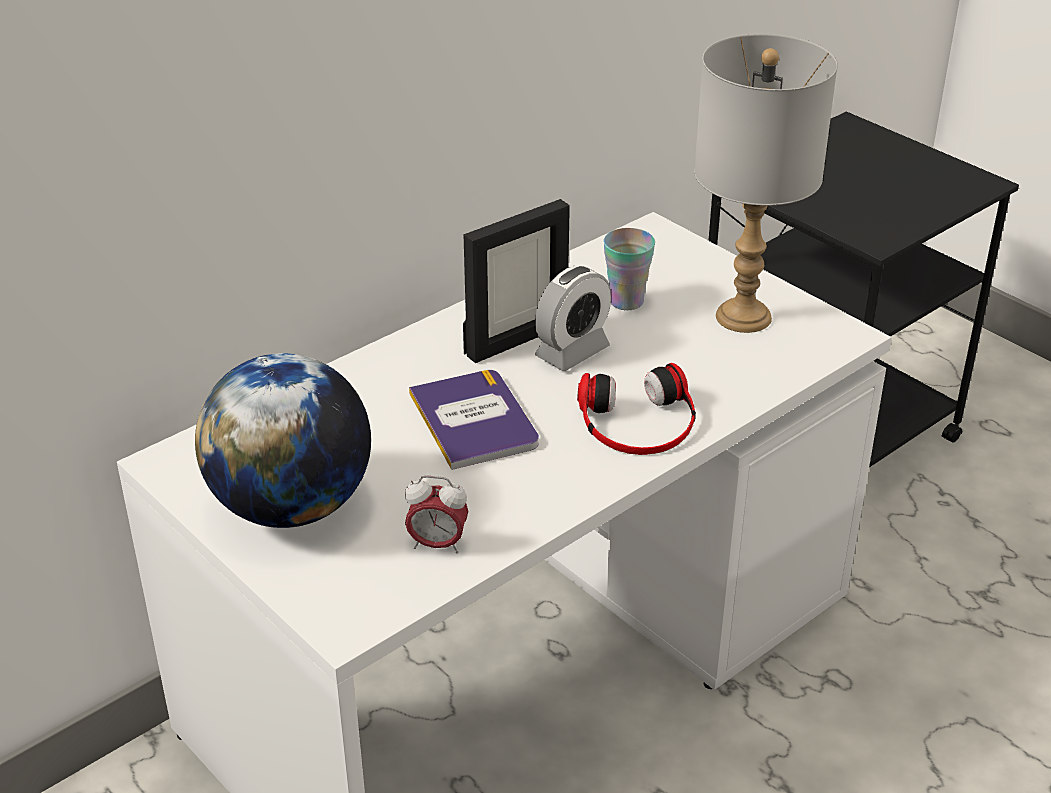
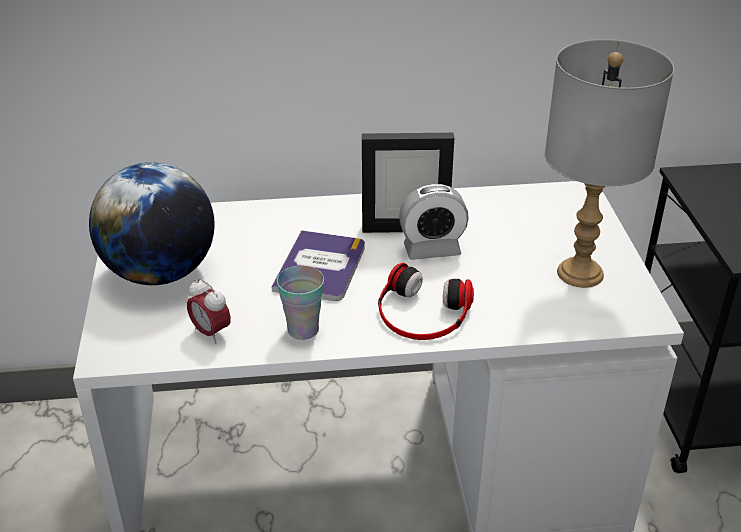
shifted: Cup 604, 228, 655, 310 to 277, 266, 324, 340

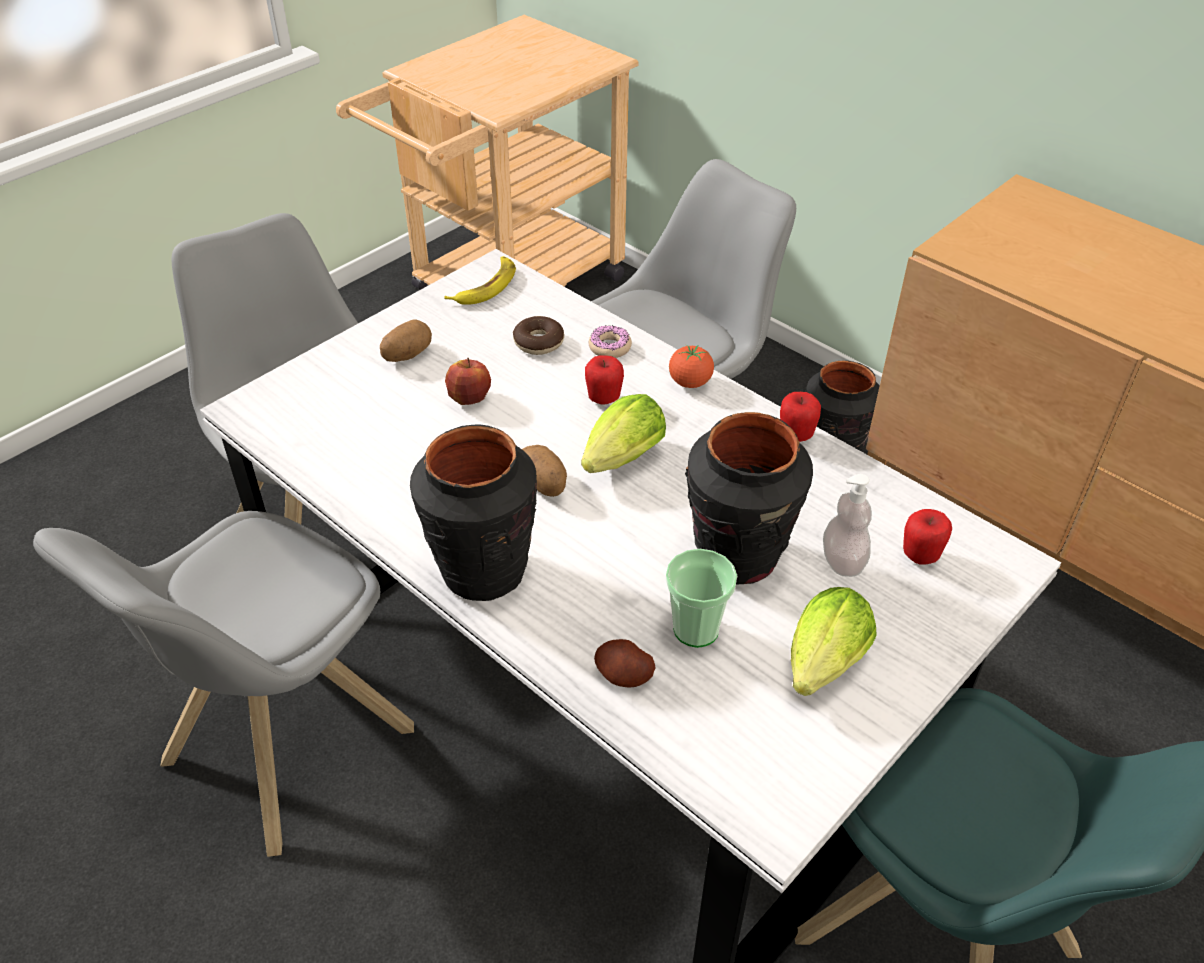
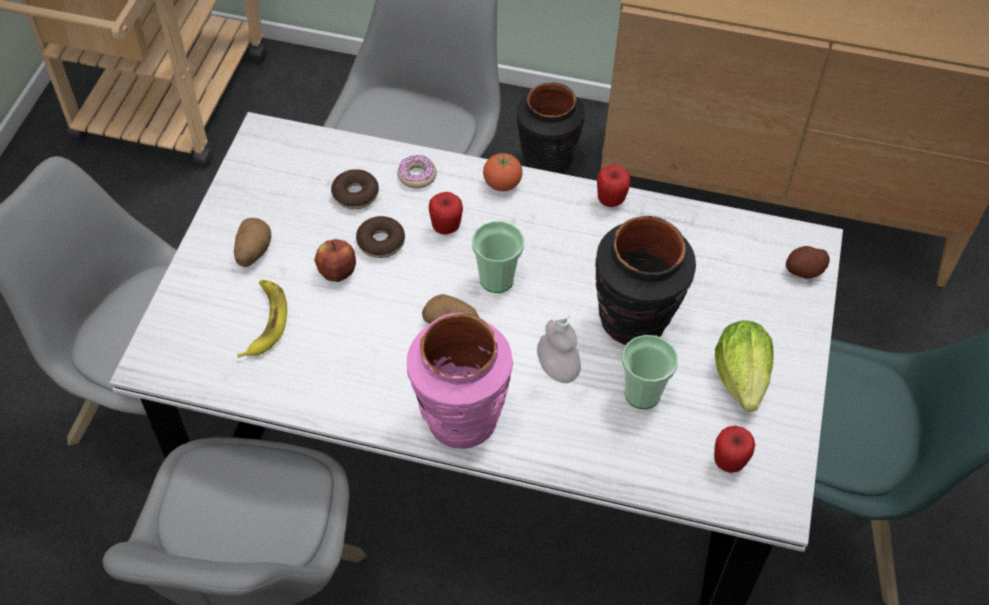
new: Donut 356, 216, 405, 258
shifted: Banana 444, 256, 516, 305 to 237, 280, 287, 358; Potato 594, 639, 656, 688 to 786, 246, 830, 279; SoapDispenser 823, 474, 872, 577 to 537, 309, 581, 383; Apple 903, 509, 952, 565 to 714, 426, 755, 473
swapped: Lettuce 581, 394, 666, 473 to Cup 472, 221, 524, 293
repainted: BlackVase 410, 424, 537, 601 to PinkVase 407, 313, 513, 449

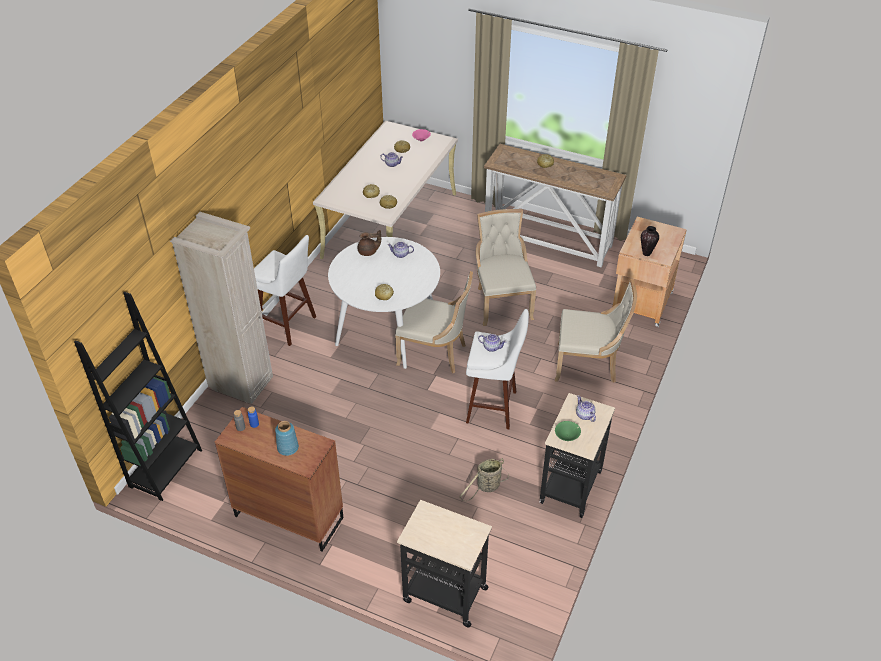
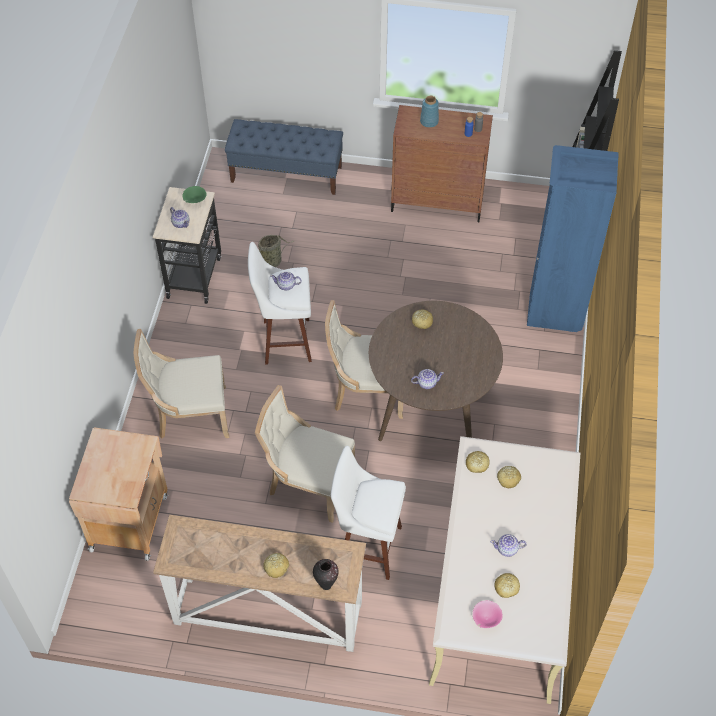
gone: BrownTeapot 358, 230, 381, 256
shifted: WhiteStool 254, 235, 316, 346 to 331, 446, 406, 580; Vase 641, 226, 659, 256 to 313, 559, 339, 590
swapped: Cart 397, 500, 492, 628 to BlueBench 225, 119, 343, 195
repainted: BeigeCabinet 170, 212, 273, 404 to BlueCabinet 527, 145, 619, 332; WhiteDiningTable 328, 237, 440, 369 to BrownDiningTable 369, 301, 503, 441
rotated: BeigeChair 476, 209, 536, 326 = 255, 385, 355, 523 135 degrees clockwise

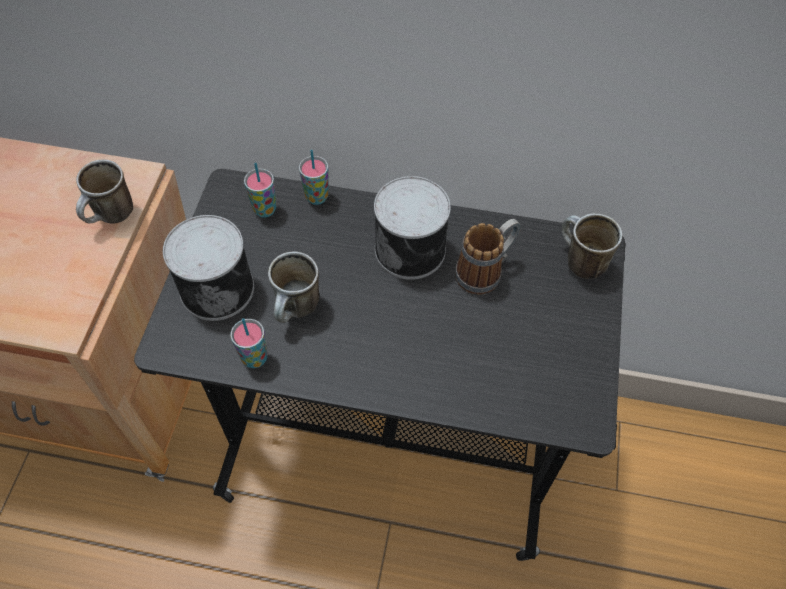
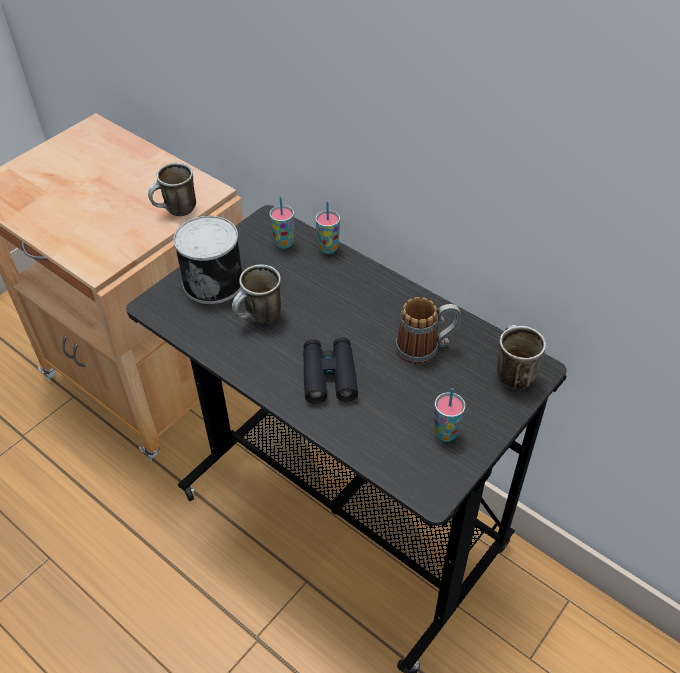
gone: Can 374, 176, 451, 280
new: BlackBinoculars 303, 337, 358, 404
shifted: Cup 230, 318, 268, 368 to 434, 388, 465, 442

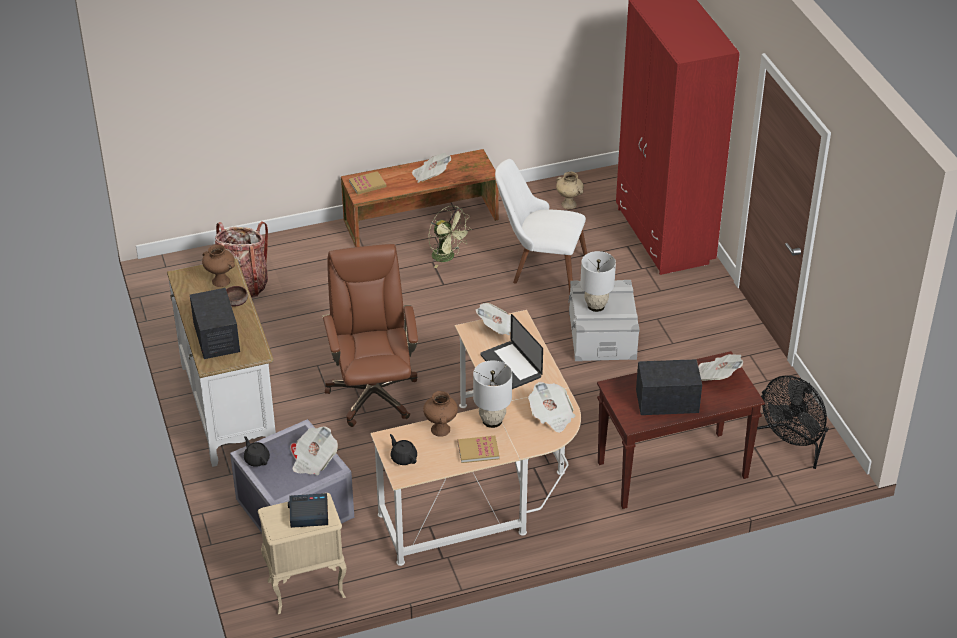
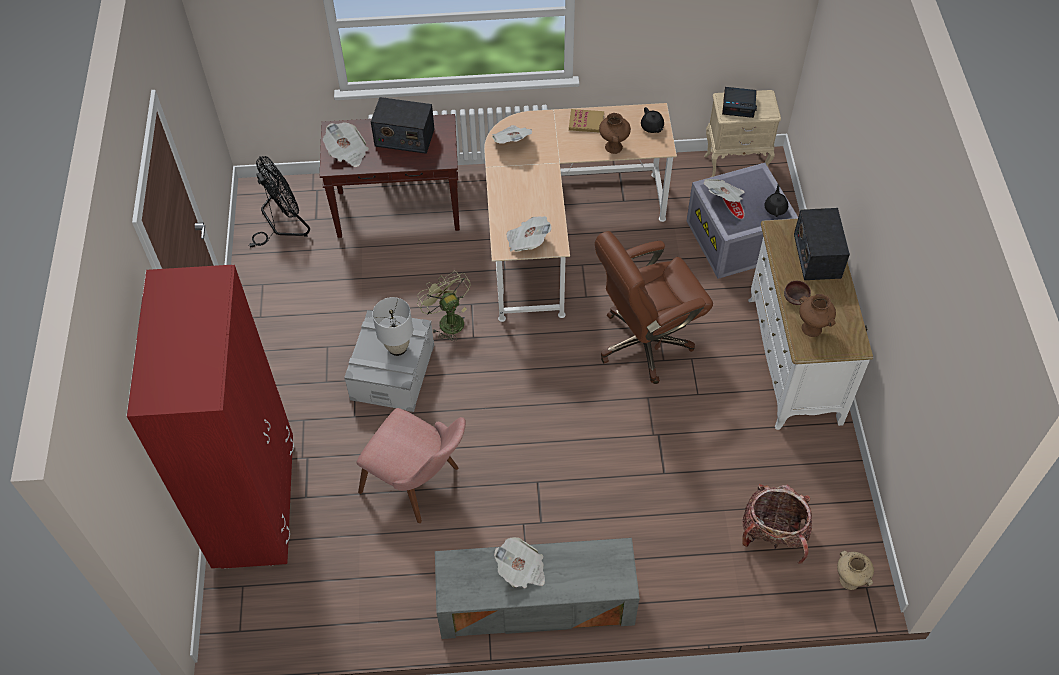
gone: Book 349, 171, 387, 195; WhiteTableLamp 473, 360, 512, 428; Laptop 480, 314, 543, 389
shifted: GreenFan 428, 206, 472, 268 to 417, 271, 471, 341; BeigeVase 556, 172, 584, 209 to 837, 551, 874, 590
repainted: BrownBench 341, 149, 499, 247 to GreyBench 435, 538, 640, 639; WhiteChair 495, 159, 587, 293 to PinkChair 357, 408, 466, 523
rotated: BlackTeapot 244, 436, 270, 467 = 765, 184, 788, 217 150 degrees counterclockwise; BrownOfficeChair 322, 244, 418, 427 = 595, 231, 713, 384 60 degrees clockwise

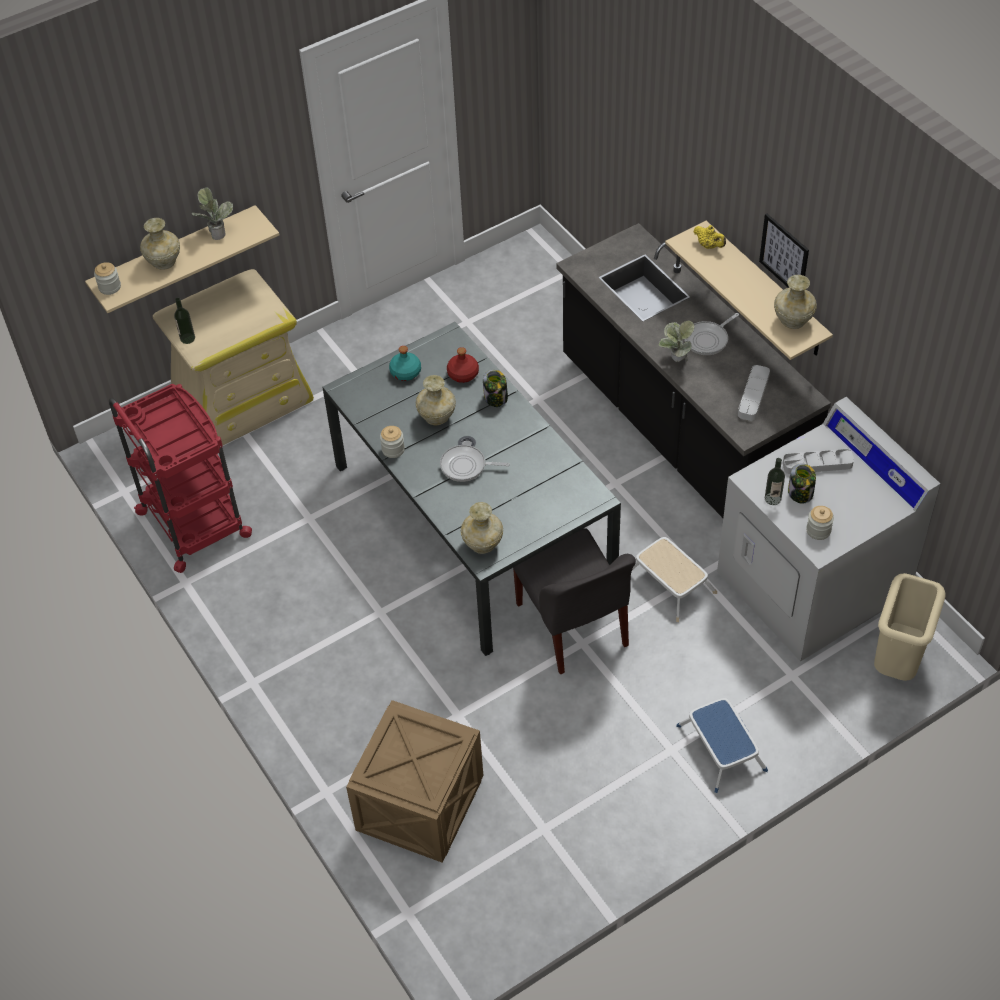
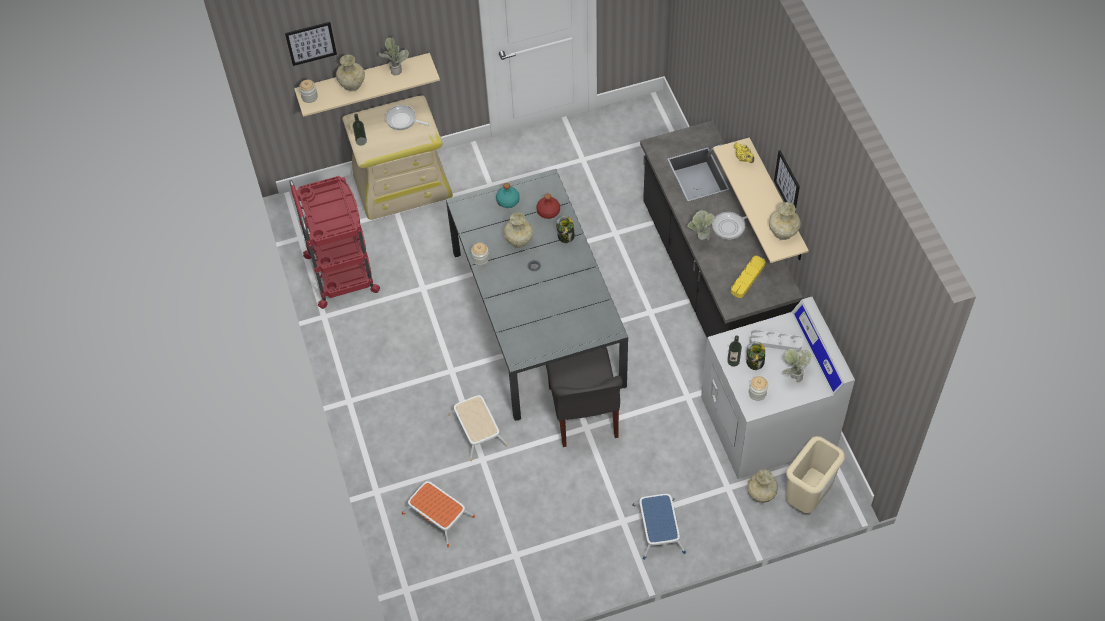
new: Picture 285, 22, 337, 66; PottedPlant 783, 349, 812, 382
shifted: FryingPan 440, 445, 510, 482 to 385, 105, 430, 130; BeigeVase 461, 502, 503, 554 to 747, 469, 778, 503; BeigeStepLadder 632, 537, 717, 622 to 448, 395, 508, 461
swapped: Crate 346, 700, 484, 863 to OrangeStepLadder 402, 481, 475, 547
repainted: GreyTray 738, 365, 770, 421 to YellowTray 731, 256, 766, 298

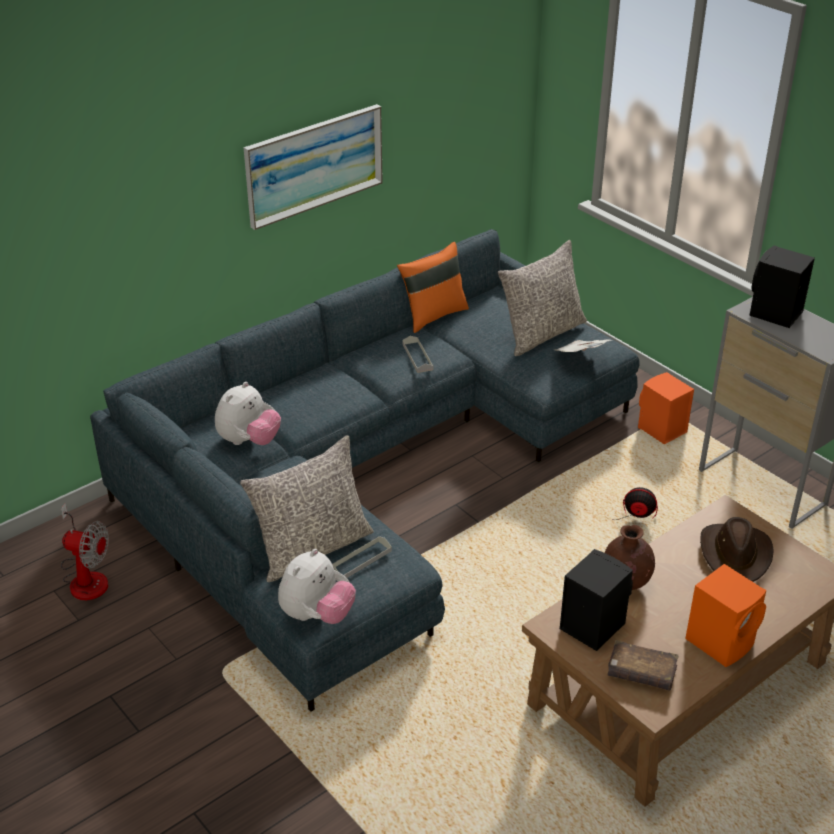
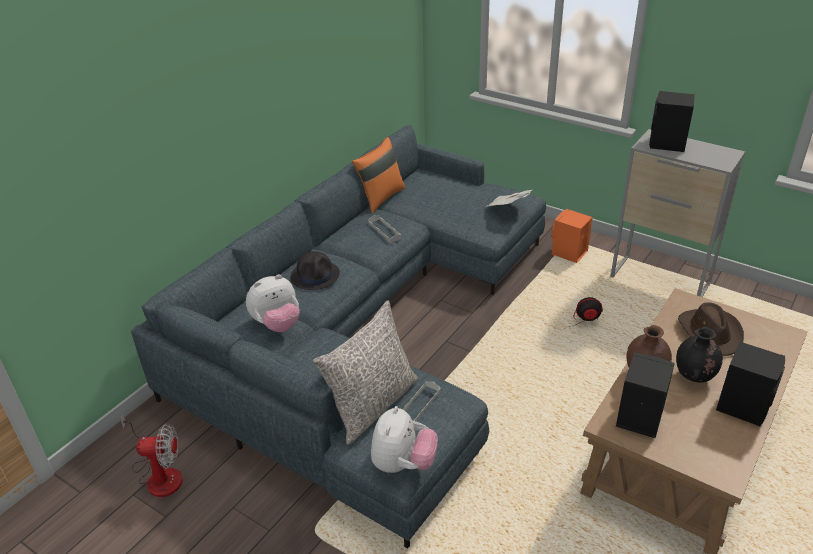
gone: Picture 244, 104, 383, 230; GreyPillow 498, 240, 587, 356; BrownBook 607, 640, 679, 691
new: BlackHat 291, 251, 340, 290; BlackVase 676, 327, 723, 383
repainted: OrangeSpeaker 685, 564, 766, 667 to BlackSpeaker 716, 341, 785, 426
rotated: PlushToy 215, 382, 281, 445 = 246, 274, 300, 332 45 degrees clockwise

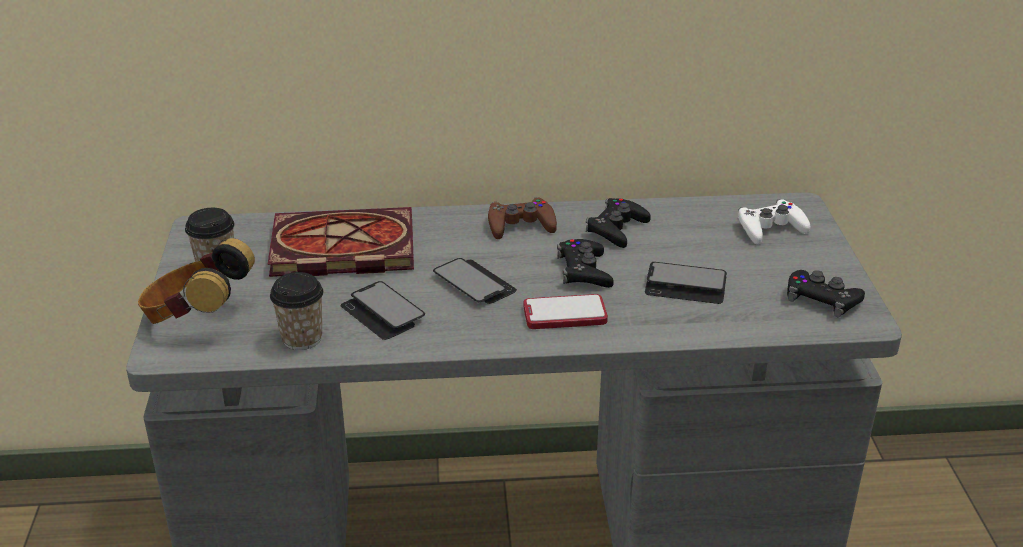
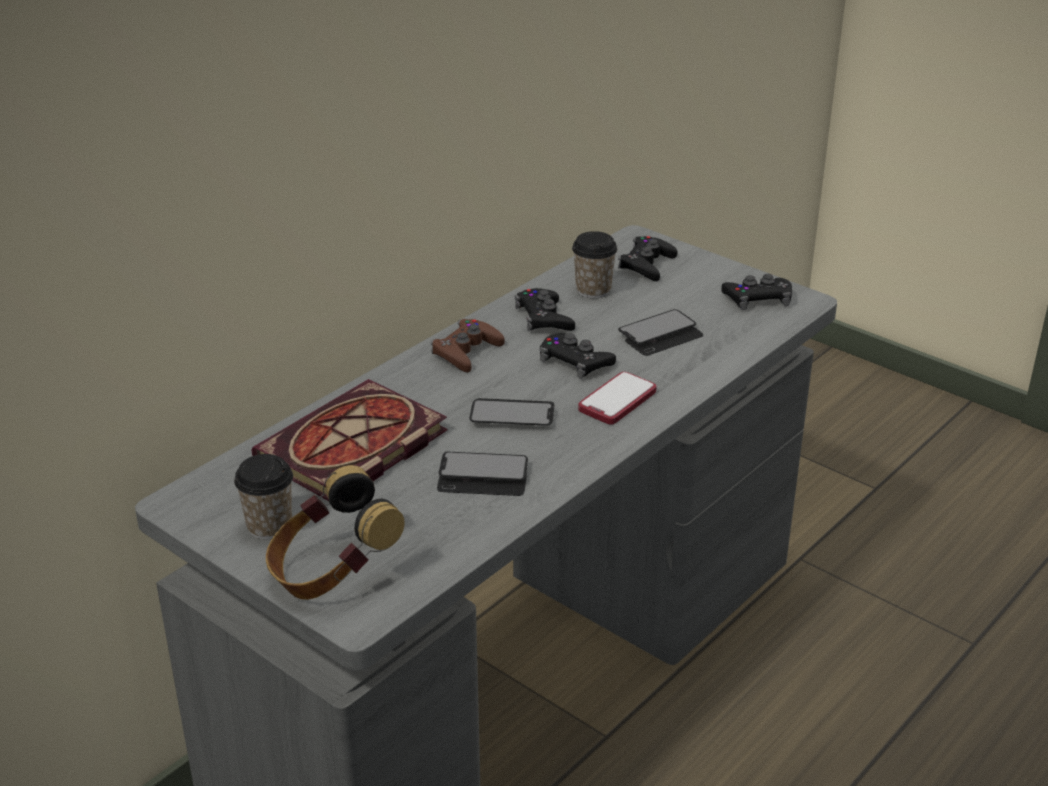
shifted: Cup 270, 272, 323, 350 to 572, 231, 617, 299
repainted: WhiteGameController 738, 199, 810, 245 to BlackGameController 618, 236, 678, 281

